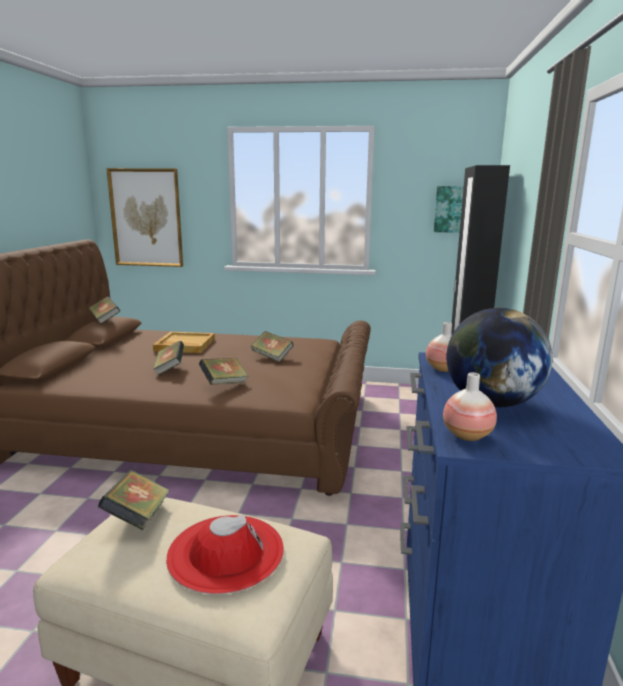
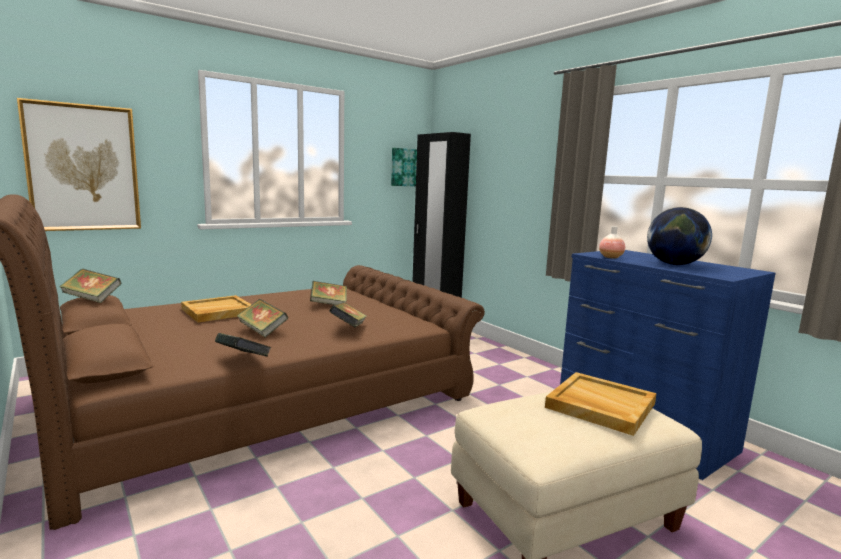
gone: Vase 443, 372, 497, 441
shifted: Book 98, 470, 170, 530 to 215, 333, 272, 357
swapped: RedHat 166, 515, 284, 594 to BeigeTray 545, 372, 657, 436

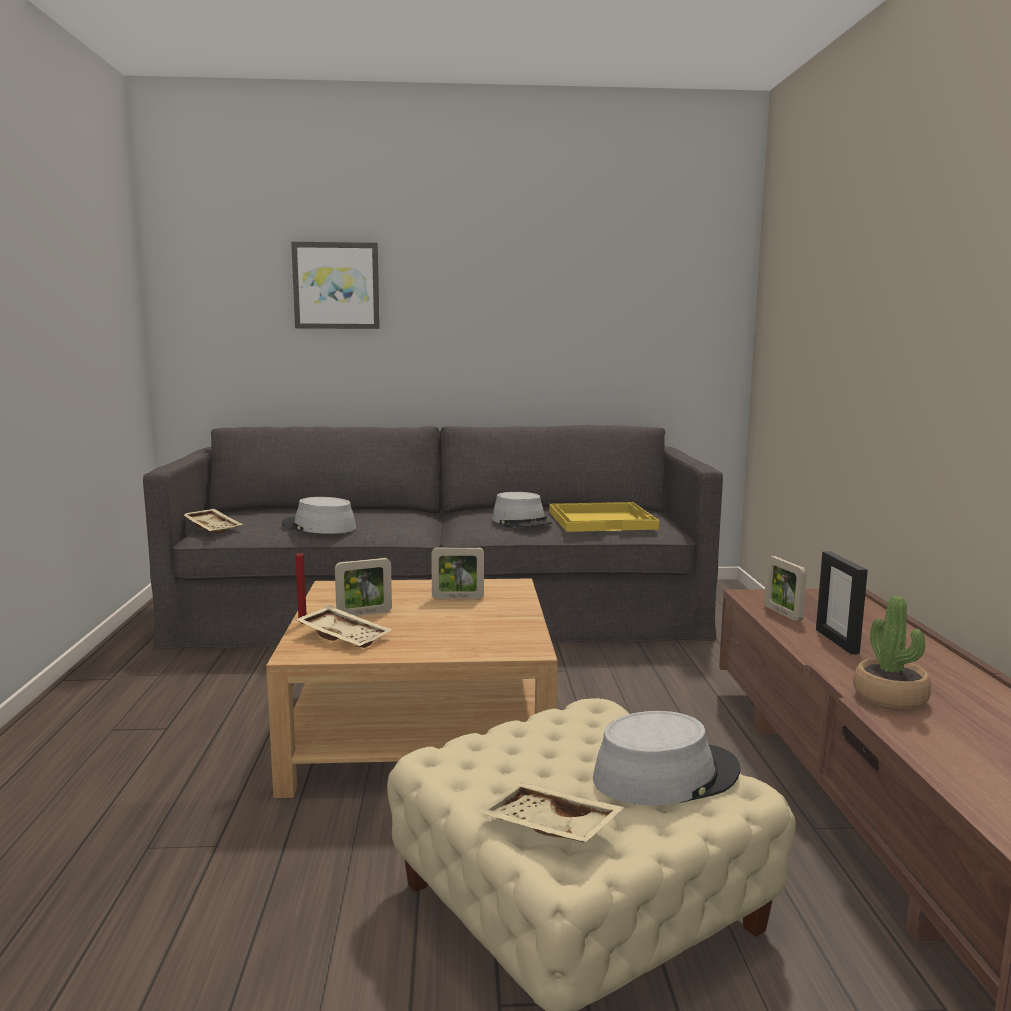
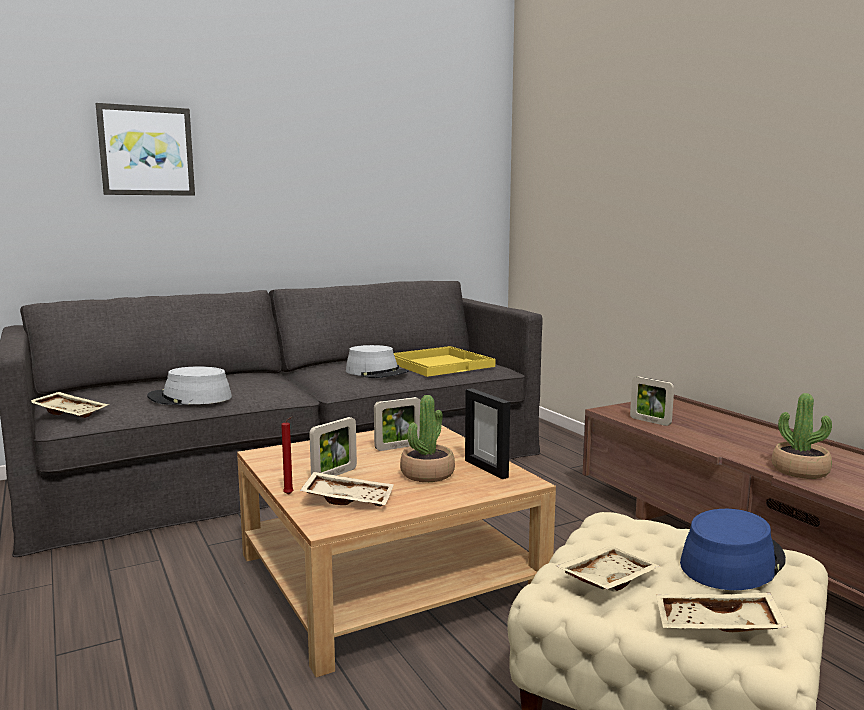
new: PottedPlant 400, 395, 455, 482; BeigeTray 556, 545, 660, 591
shifted: PictureFrame 816, 551, 868, 654 to 465, 388, 510, 479
repainted: GreyHat 593, 711, 740, 805 to BlueHat 680, 509, 786, 590

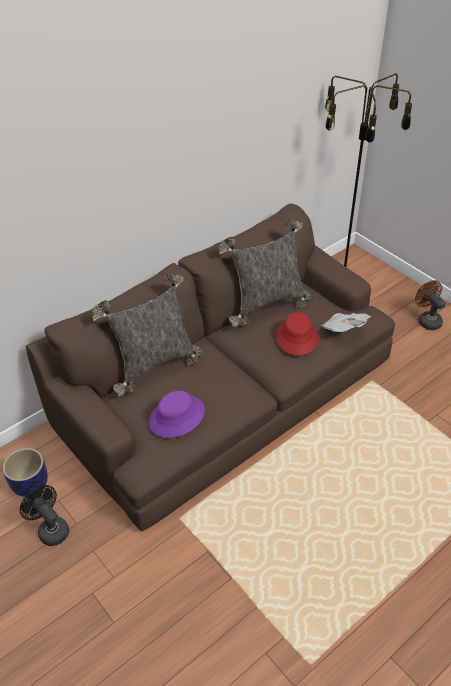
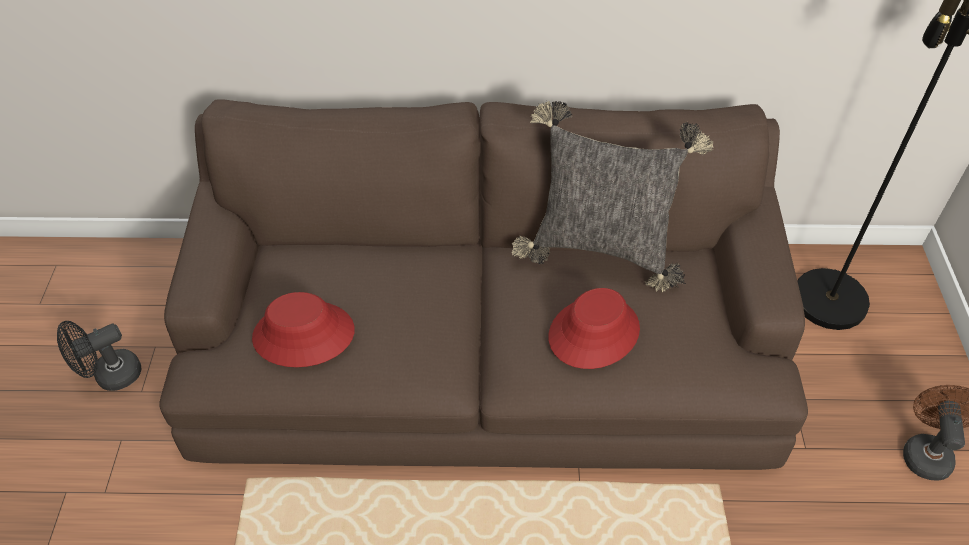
gone: Planter 2, 448, 48, 497; Pillow 92, 272, 205, 396; Newspaper 321, 313, 371, 332
repainted: PurpleHat 149, 391, 205, 438 to RedHat 252, 292, 355, 367
rotated: BlackFan 20, 485, 69, 546 = 57, 321, 141, 391 120 degrees counterclockwise

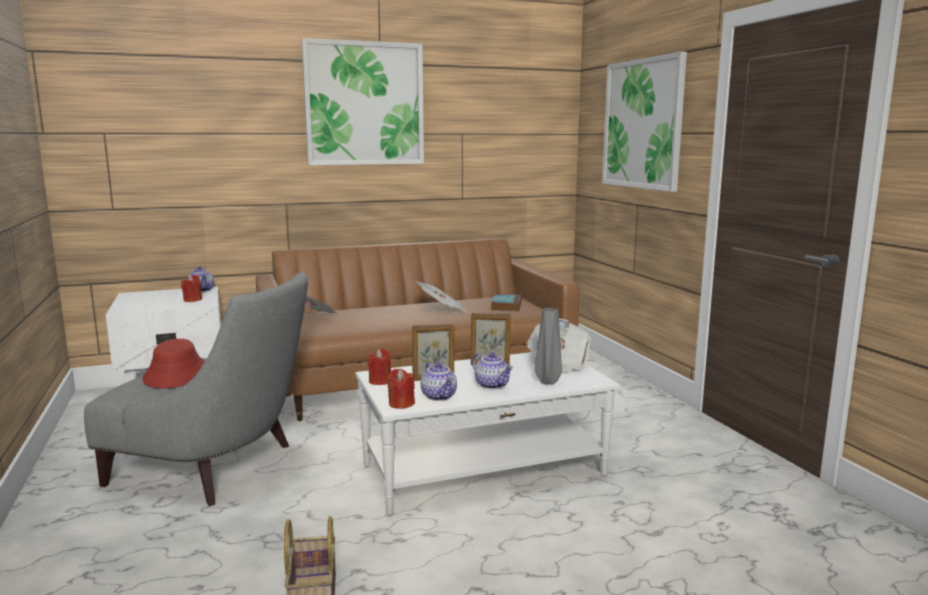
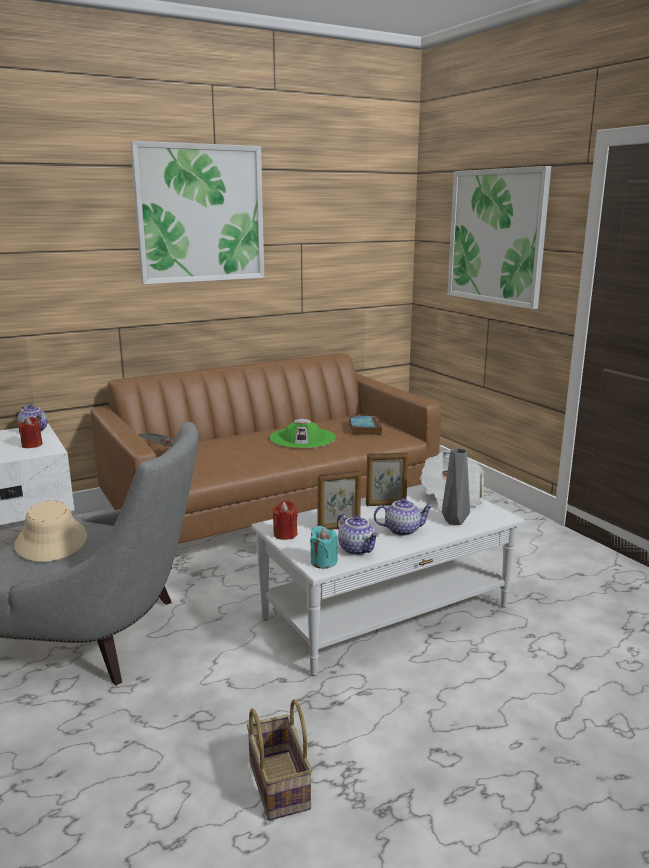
swapped: Newspaper 415, 281, 468, 312 to GreenHat 270, 419, 336, 449
repainted: RedHat 142, 339, 205, 388 to BeigeHat 15, 501, 87, 562; RedCandle 387, 369, 415, 409 to TurquoiseCandle 310, 526, 338, 569
rotated: Teapot 472, 352, 513, 389 = 374, 498, 433, 536 45 degrees counterclockwise

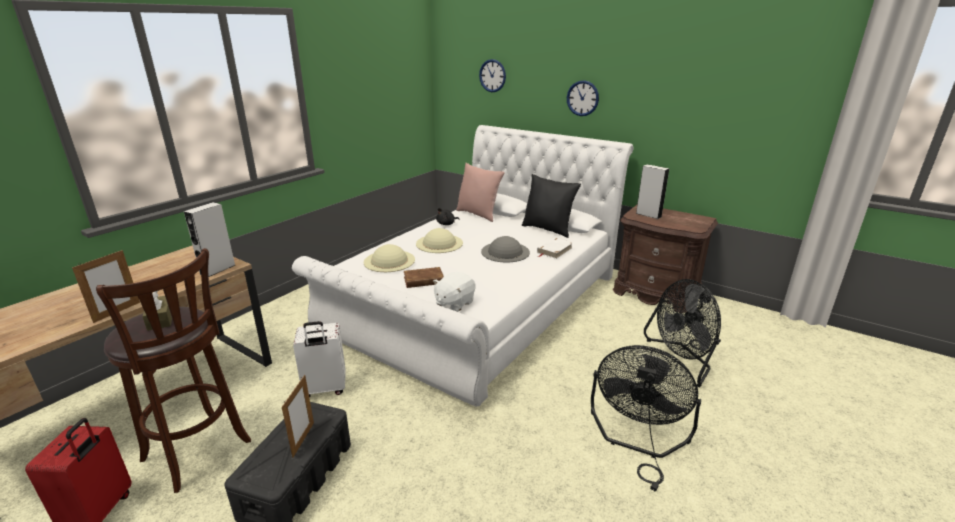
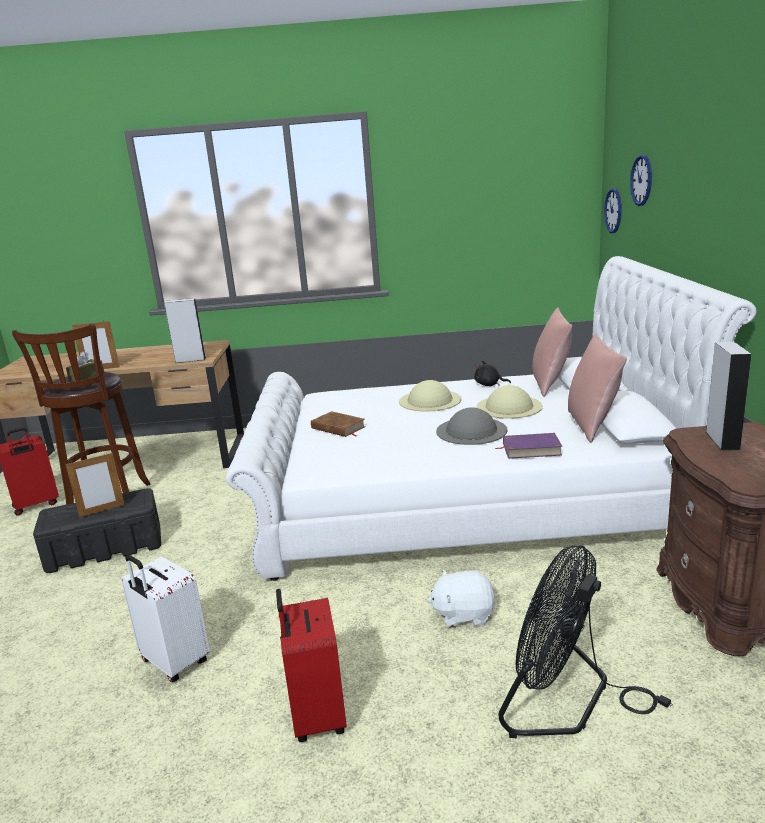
shifted: WhiteSuitcase 293, 321, 346, 398 to 121, 555, 210, 682; BeigeHat 364, 244, 415, 272 to 476, 385, 543, 419; WhitePlushToy 433, 272, 476, 312 to 427, 570, 496, 628; WallClock 567, 80, 599, 116 to 604, 188, 622, 233
swapped: BlackFan 591, 345, 701, 492 to RedSuitcase 276, 589, 347, 742
repainted: BlackPillow 522, 174, 581, 238 to PinkPillow 568, 333, 627, 443; WhiteBook 537, 237, 573, 259 to PurpleBook 496, 433, 563, 459

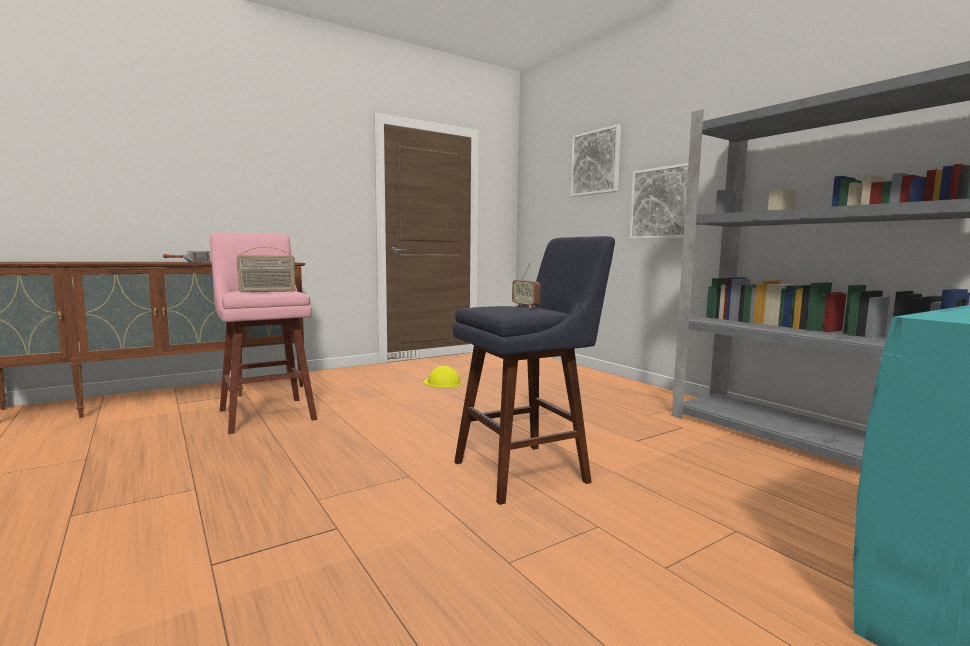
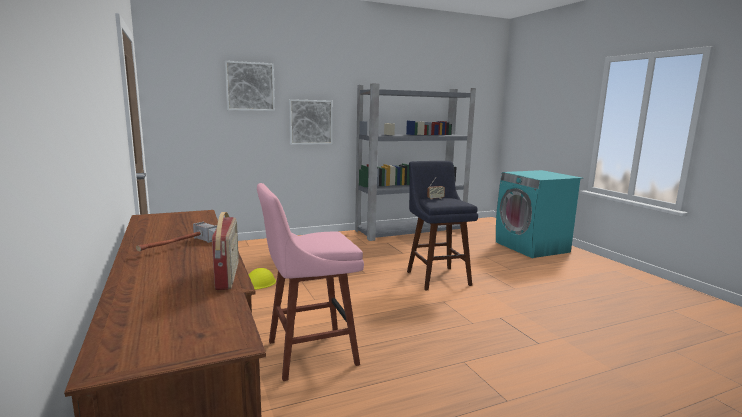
shifted: Radio 237, 247, 295, 292 to 212, 212, 239, 290

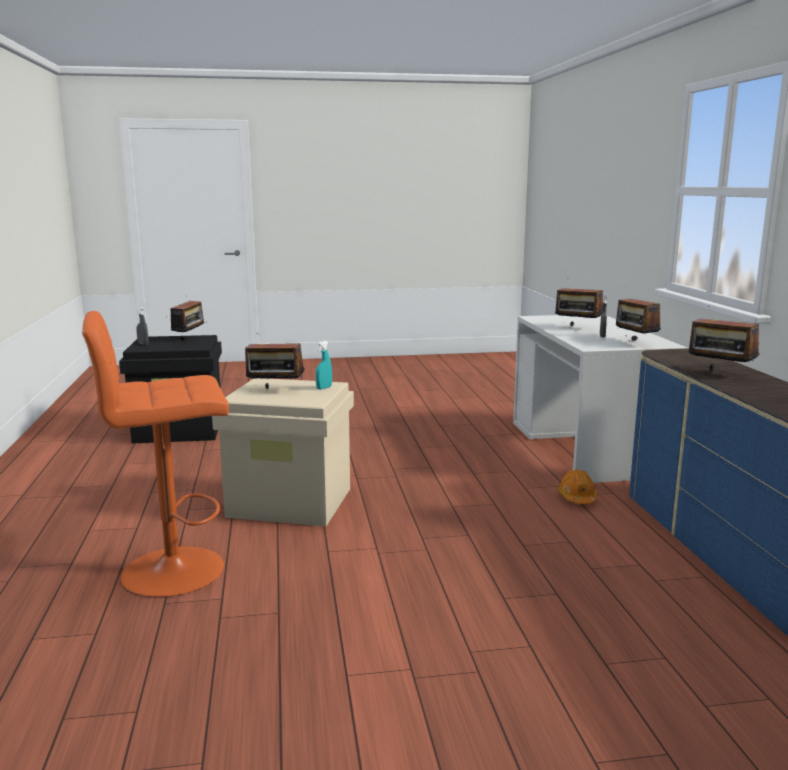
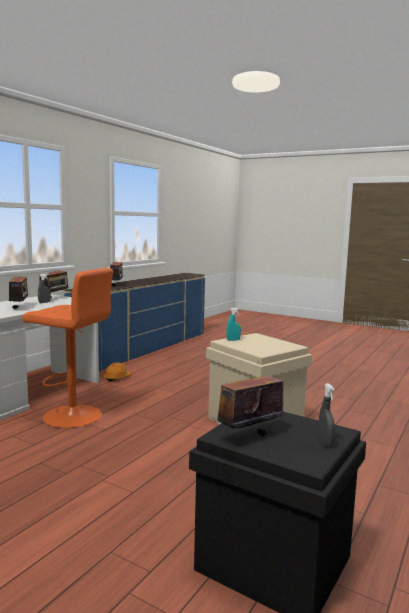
gone: Radio 245, 333, 304, 389
shifted: OrangeStool 82, 311, 229, 597 to 22, 268, 113, 428

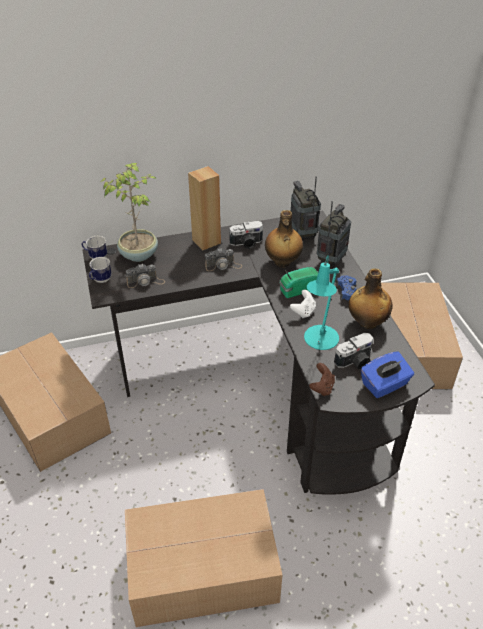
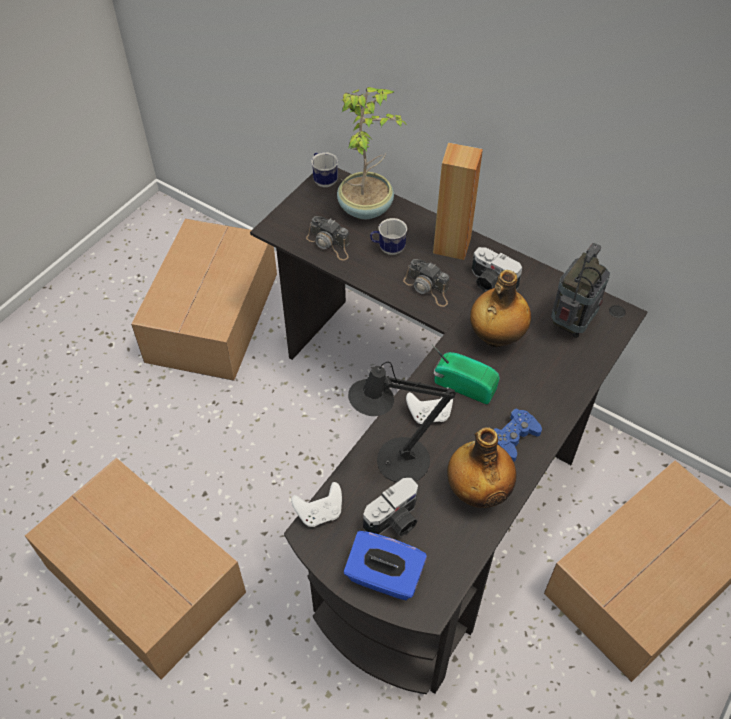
gone: Radio 317, 201, 351, 267
shifted: Mug 89, 257, 112, 283 to 370, 218, 407, 255
repainted: TurquoiseTableLamp 304, 255, 339, 350 to BlackTableLamp 348, 362, 456, 483; BrownGameController 309, 363, 335, 396 to WhiteGameController 291, 482, 342, 527
rotated: PhotoCamera 334, 333, 374, 369 = 363, 478, 418, 537 60 degrees counterclockwise

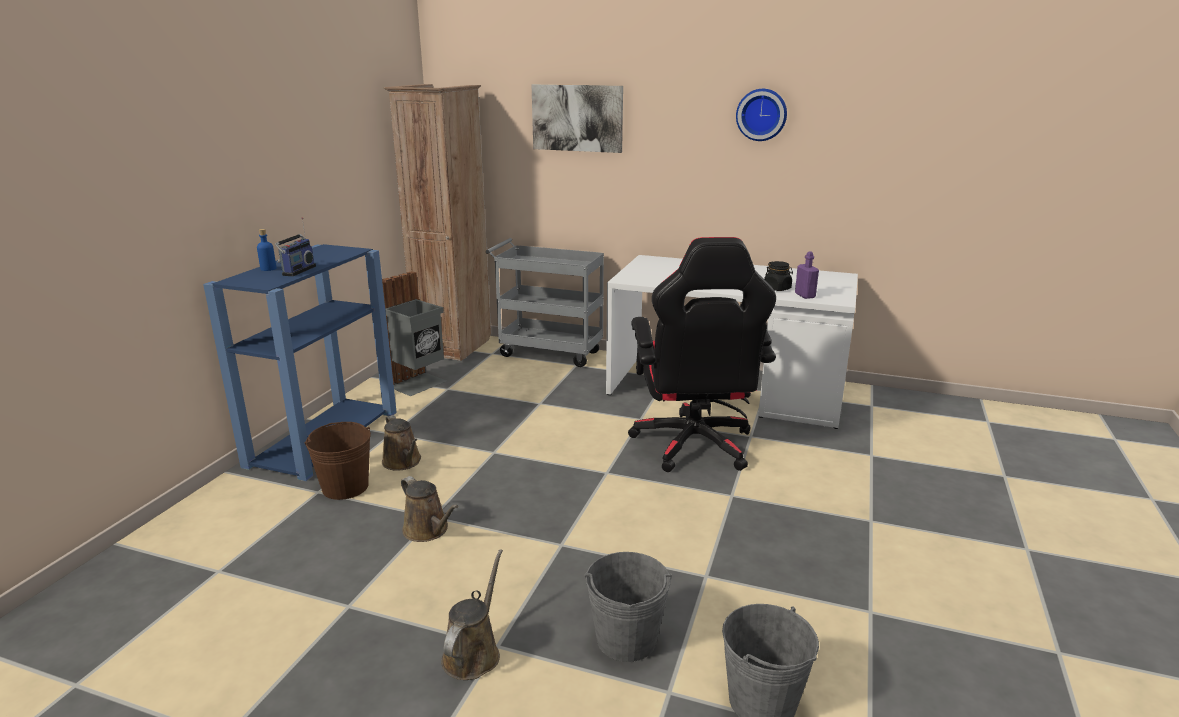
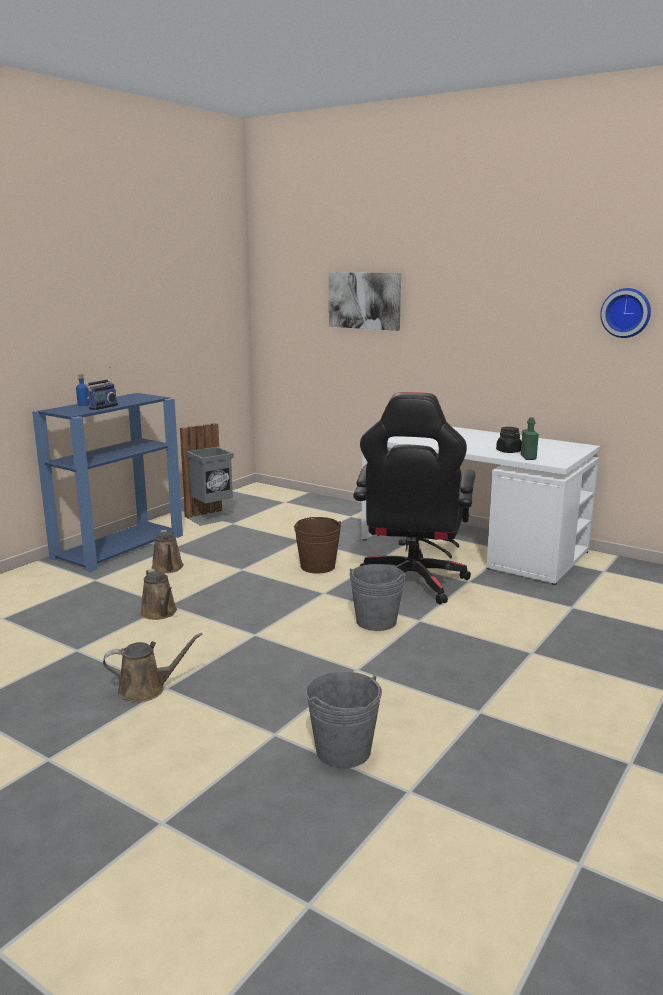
gone: BrownCabinet 384, 84, 491, 361; GreyCart 486, 238, 604, 367
shifted: BrownBucket 305, 422, 371, 500 to 294, 517, 341, 573; GreyBucket 585, 552, 672, 662 to 349, 564, 406, 631; WallClock 736, 89, 787, 141 to 600, 288, 651, 338
repainted: PurpleBottle 795, 252, 819, 299 to GreenBottle 521, 417, 539, 460
rotated: BrownWateringCan 441, 549, 503, 680 = 103, 633, 203, 702 45 degrees clockwise

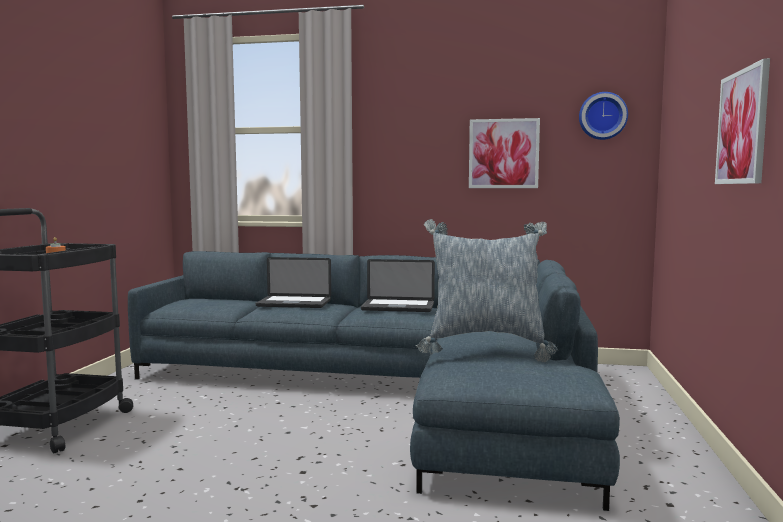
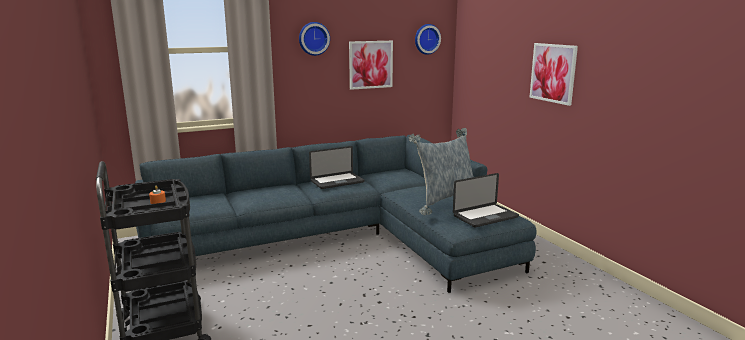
new: WallClock 299, 22, 330, 56
shifted: Laptop 256, 257, 331, 308 to 453, 173, 519, 227

